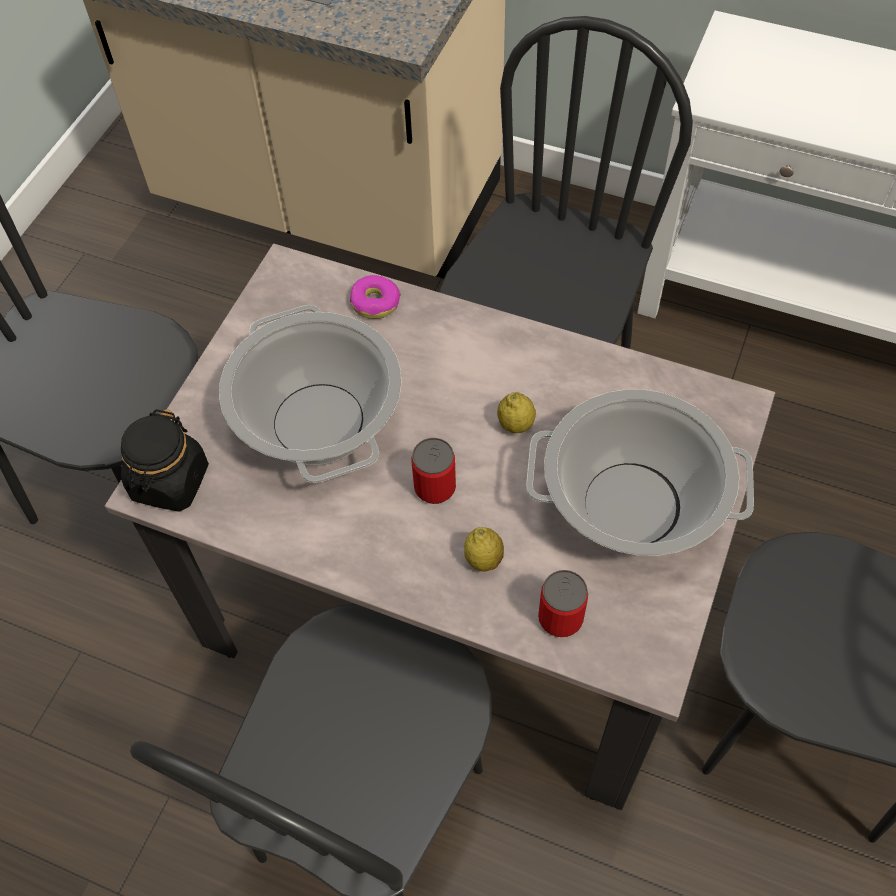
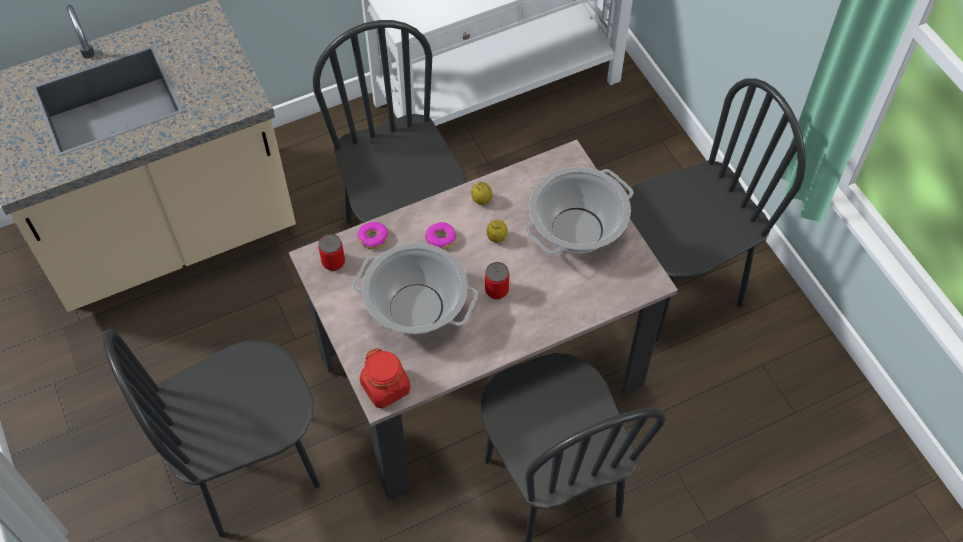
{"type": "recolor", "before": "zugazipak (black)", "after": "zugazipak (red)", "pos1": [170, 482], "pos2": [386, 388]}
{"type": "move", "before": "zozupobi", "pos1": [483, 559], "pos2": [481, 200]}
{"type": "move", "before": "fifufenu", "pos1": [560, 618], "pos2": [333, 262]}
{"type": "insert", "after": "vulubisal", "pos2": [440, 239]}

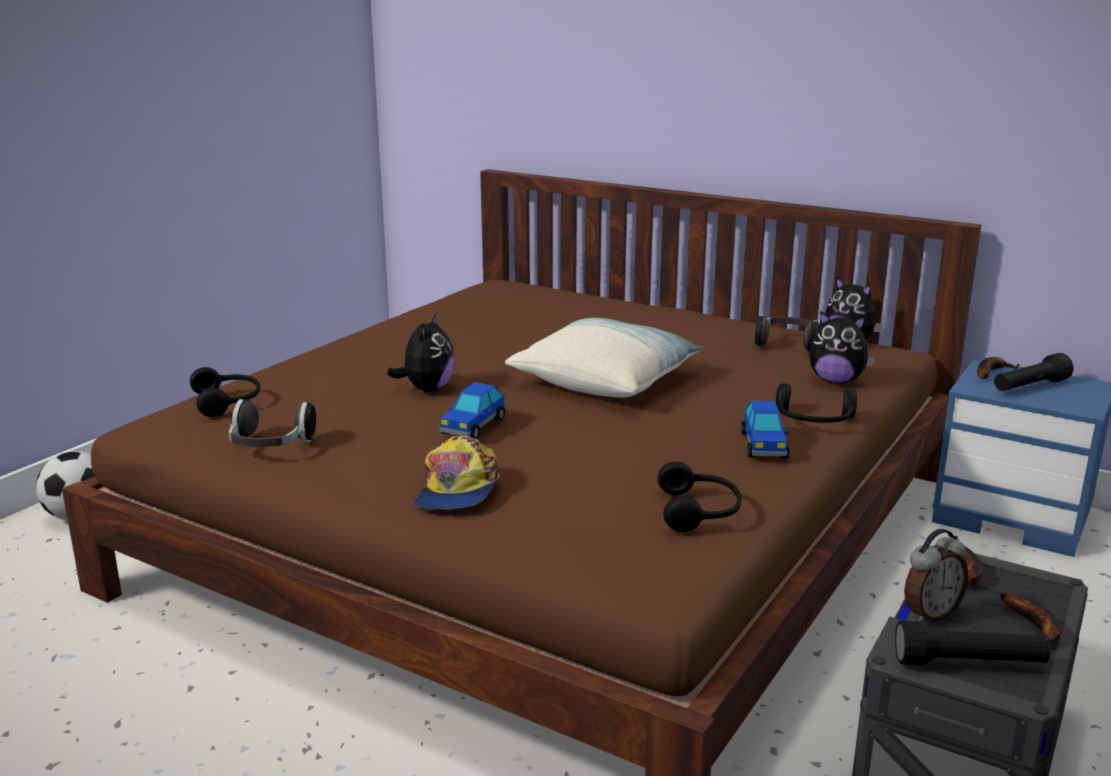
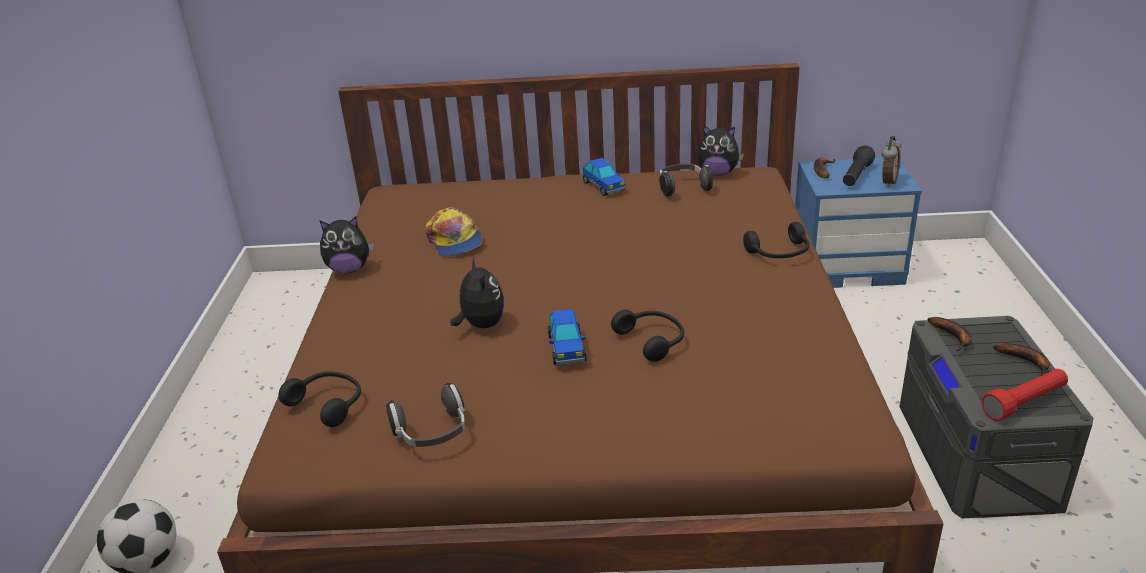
{"type": "move", "before": "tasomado", "pos1": [836, 381], "pos2": [349, 269]}
{"type": "delete", "before": "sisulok", "pos1": [606, 381]}
{"type": "move", "before": "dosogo", "pos1": [763, 446], "pos2": [604, 186]}
{"type": "move", "before": "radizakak", "pos1": [457, 490], "pos2": [454, 241]}
{"type": "move", "before": "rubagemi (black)", "pos1": [700, 511], "pos2": [652, 340]}
{"type": "move", "before": "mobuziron", "pos1": [930, 614], "pos2": [887, 182]}
{"type": "recolor", "before": "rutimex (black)", "after": "rutimex (red)", "pos1": [969, 663], "pos2": [1024, 403]}

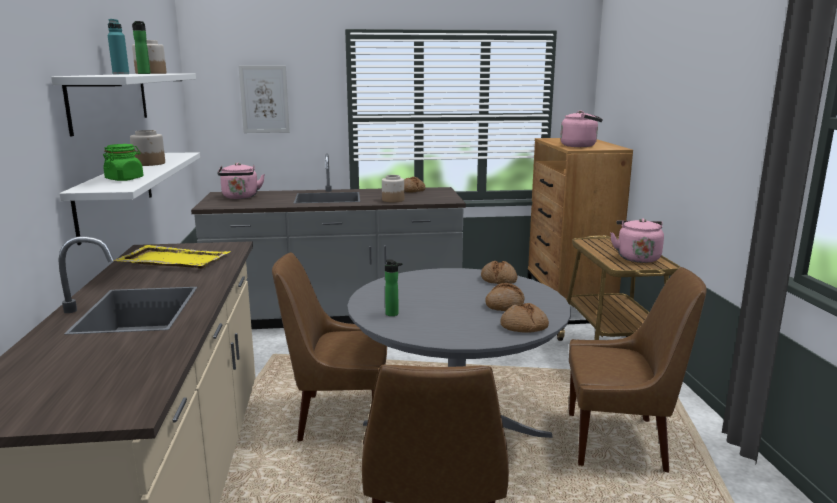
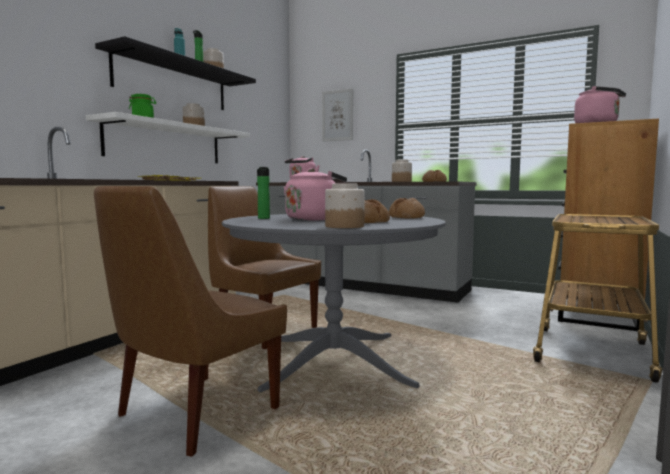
{"type": "recolor", "before": "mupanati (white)", "after": "mupanati (black)", "pos1": [110, 100], "pos2": [173, 83]}
{"type": "move", "before": "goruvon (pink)", "pos1": [637, 257], "pos2": [313, 219]}
{"type": "delete", "before": "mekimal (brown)", "pos1": [620, 442]}
{"type": "replace", "before": "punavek", "after": "zugazipak", "pos1": [524, 327], "pos2": [344, 226]}

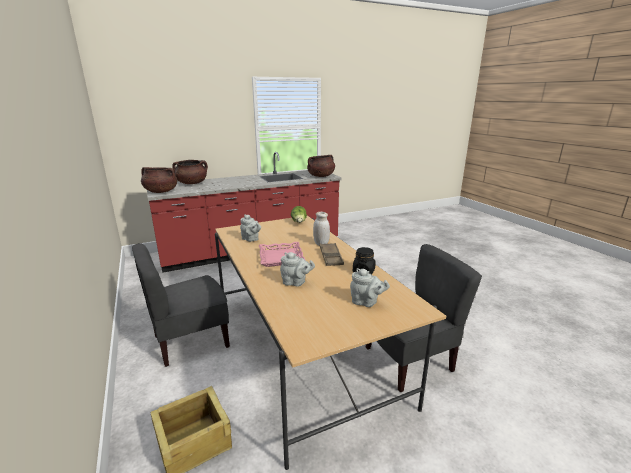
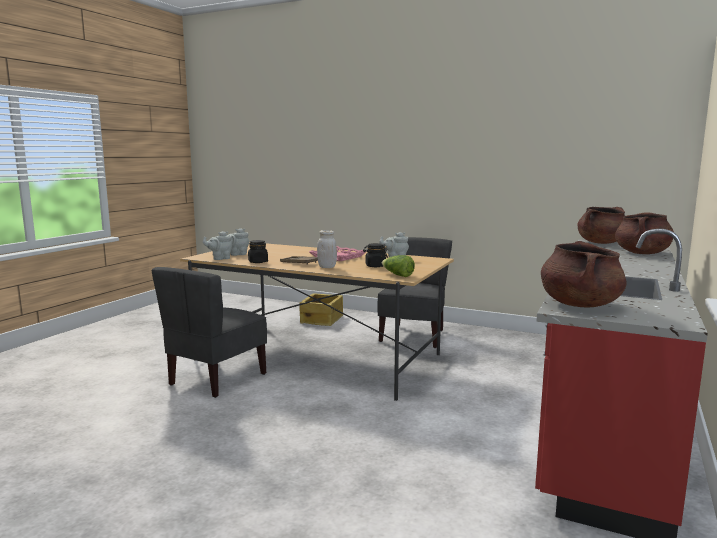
{"type": "move", "before": "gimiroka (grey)", "pos1": [296, 283], "pos2": [220, 258]}
{"type": "insert", "after": "zugazipak (black)", "pos2": [375, 266]}

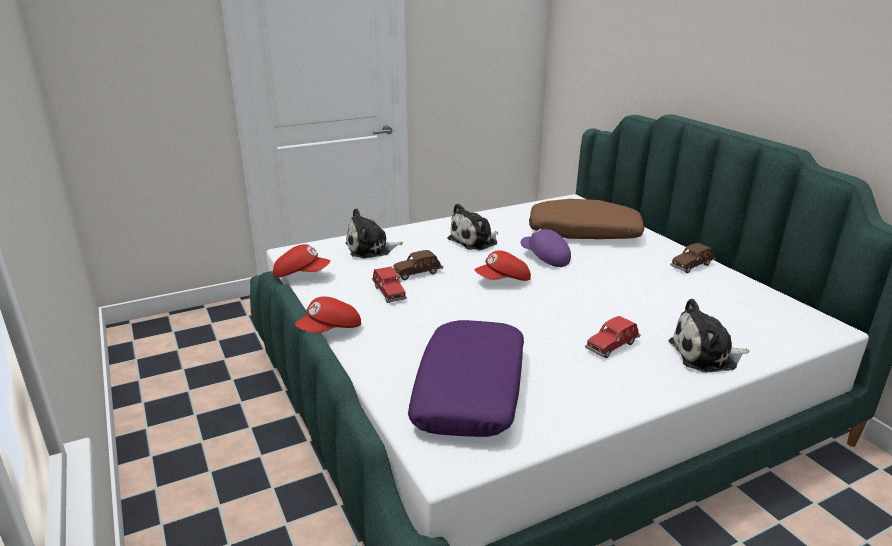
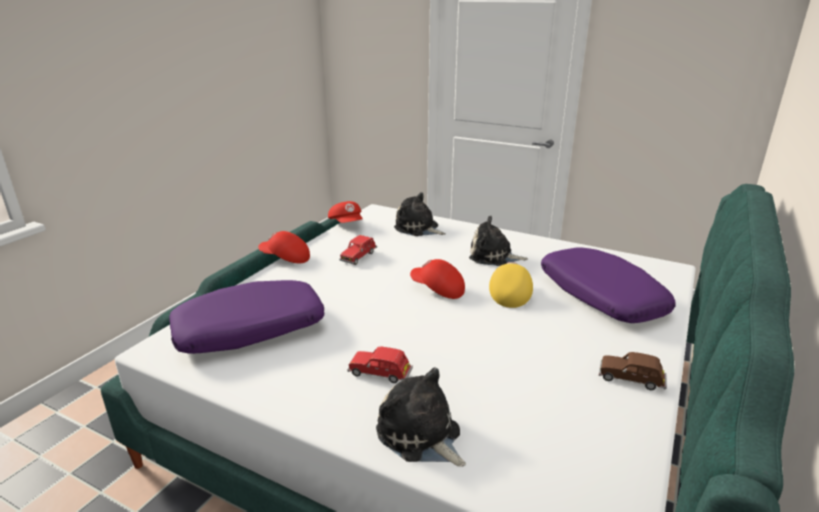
{"type": "recolor", "before": "sisulok (brown)", "after": "sisulok (purple)", "pos1": [583, 233], "pos2": [600, 296]}
{"type": "recolor", "before": "radizakak (purple)", "after": "radizakak (yellow)", "pos1": [544, 258], "pos2": [509, 294]}
{"type": "delete", "before": "dosogo (brown)", "pos1": [418, 273]}

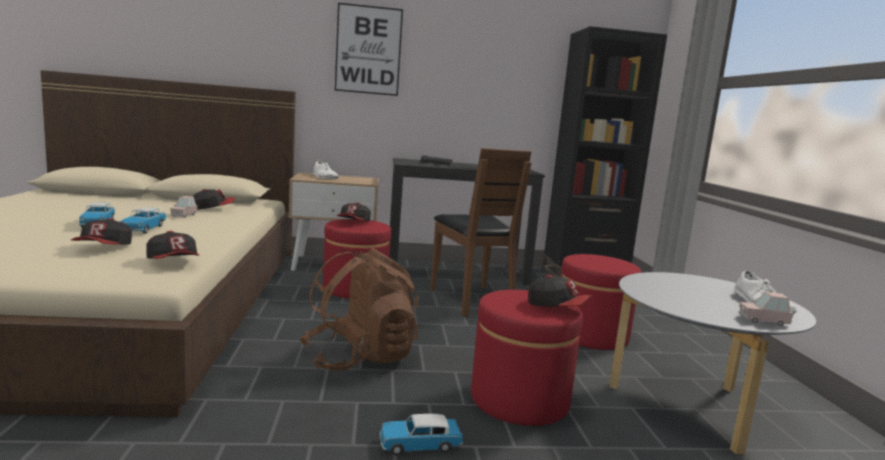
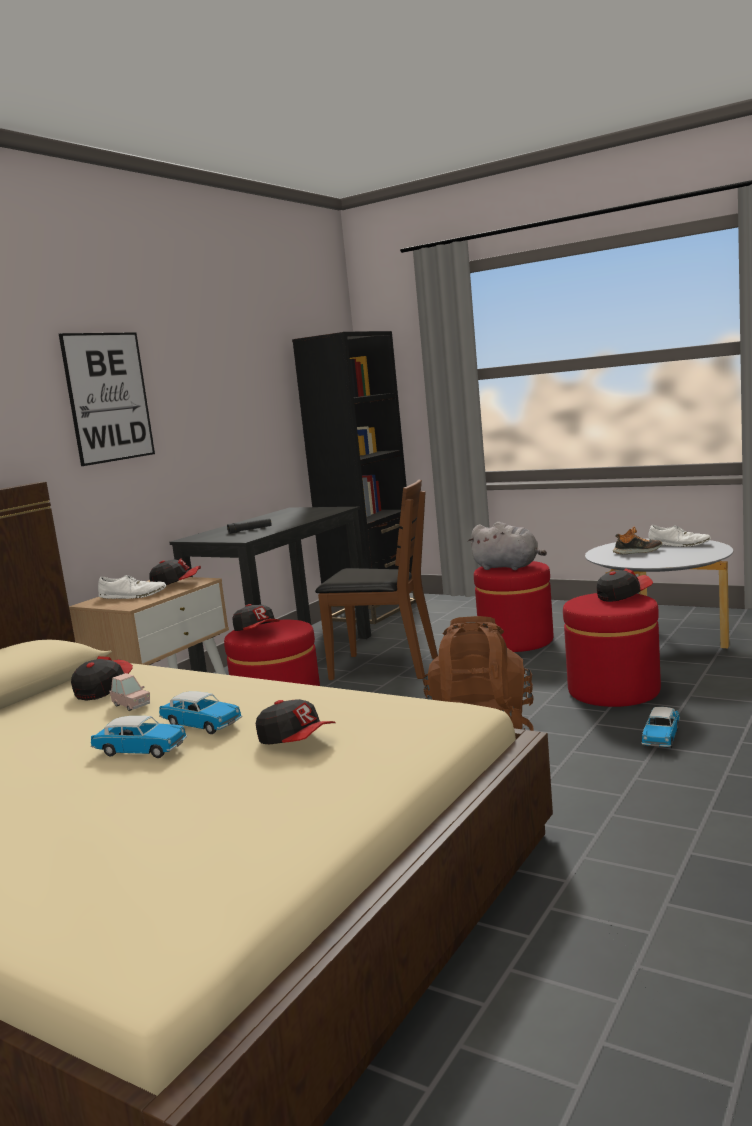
{"type": "move", "before": "radizakak", "pos1": [174, 262], "pos2": [176, 584]}
{"type": "delete", "before": "dosogo (pink)", "pos1": [763, 321]}
{"type": "insert", "after": "tasomado (grey)", "pos2": [508, 567]}
{"type": "insert", "after": "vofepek", "pos2": [638, 552]}

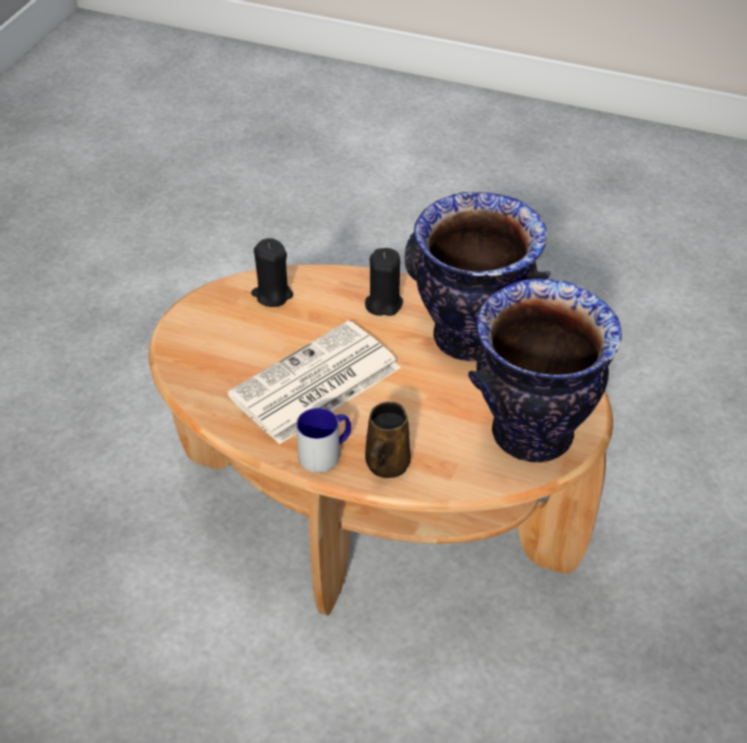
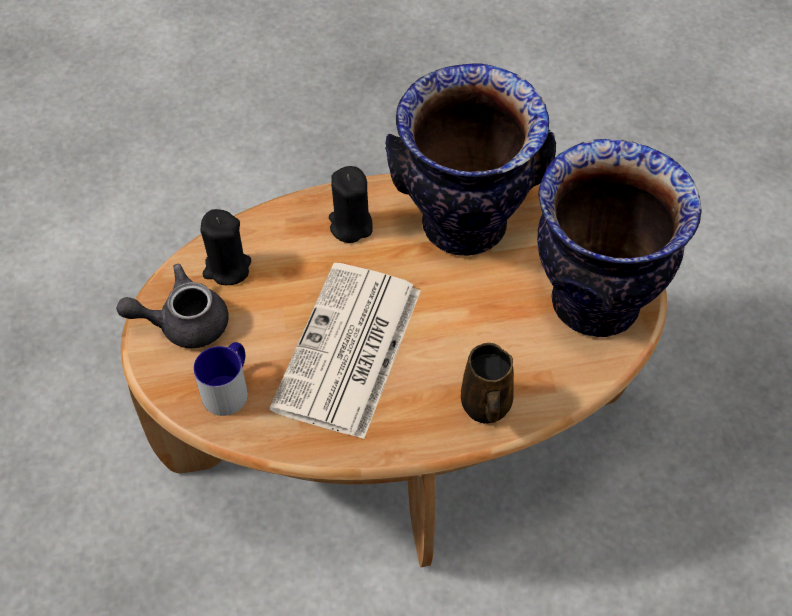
{"type": "move", "before": "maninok", "pos1": [326, 453], "pos2": [229, 388]}
{"type": "insert", "after": "gimiroka (grey)", "pos2": [183, 323]}

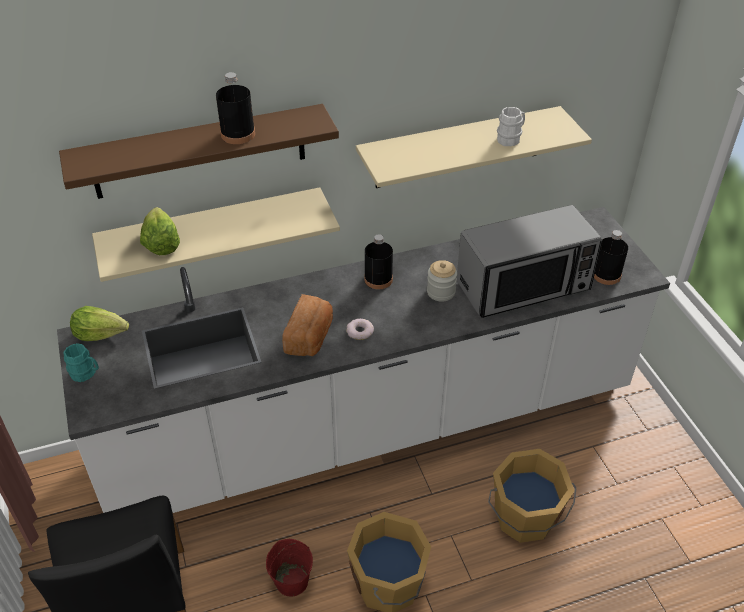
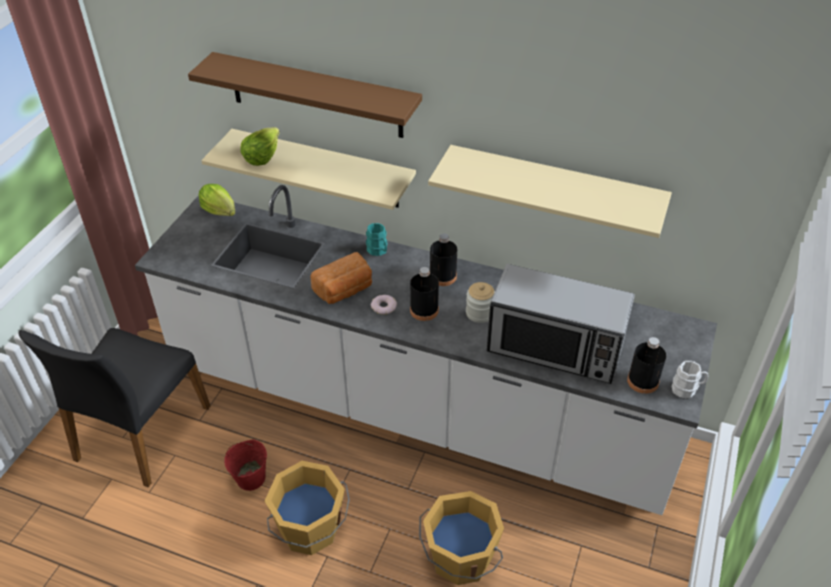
{"type": "move", "before": "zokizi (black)", "pos1": [238, 134], "pos2": [424, 310]}
{"type": "move", "before": "maninok (white)", "pos1": [511, 138], "pos2": [687, 389]}
{"type": "move", "before": "maninok (turquoise)", "pos1": [86, 373], "pos2": [378, 251]}

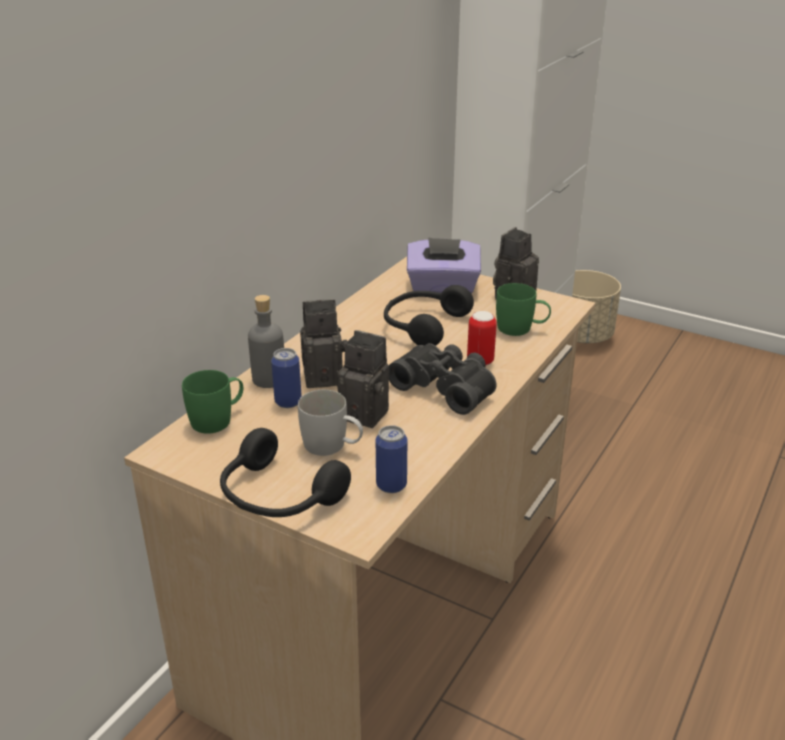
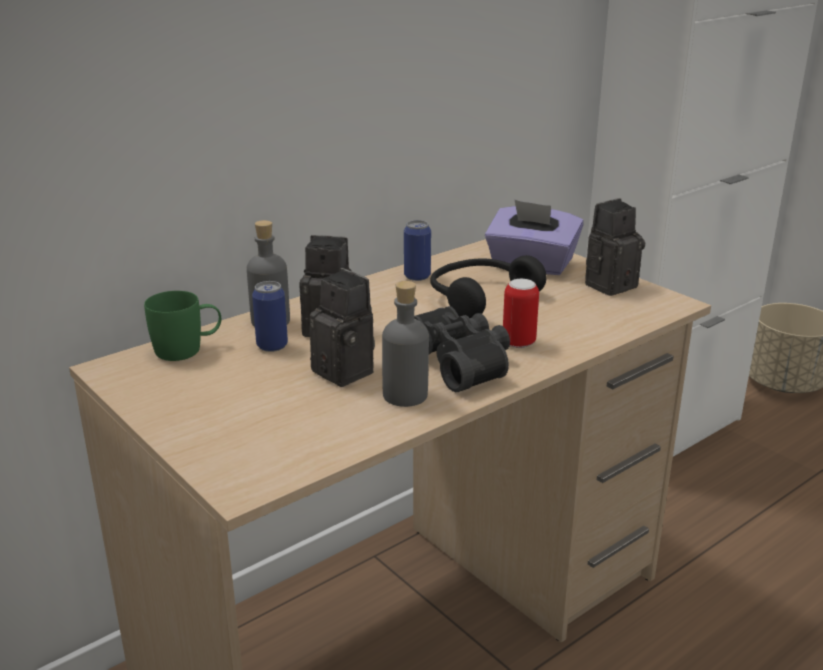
{"type": "delete", "before": "maninok (green)", "pos1": [521, 329]}
{"type": "delete", "before": "maninok (white)", "pos1": [332, 446]}
{"type": "move", "before": "fifufenu", "pos1": [391, 485], "pos2": [417, 276]}
{"type": "delete", "before": "rubagemi (black)", "pos1": [277, 497]}
{"type": "insert", "after": "zokizi (grey)", "pos2": [405, 395]}

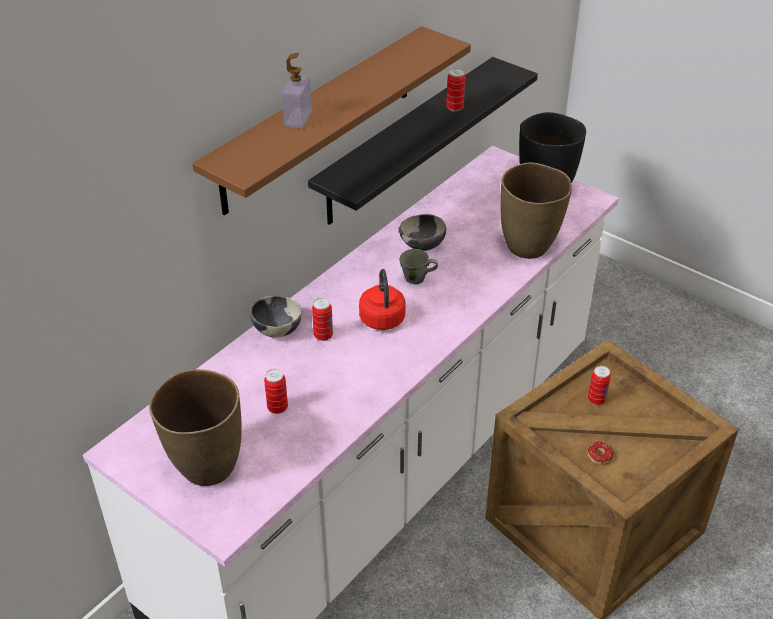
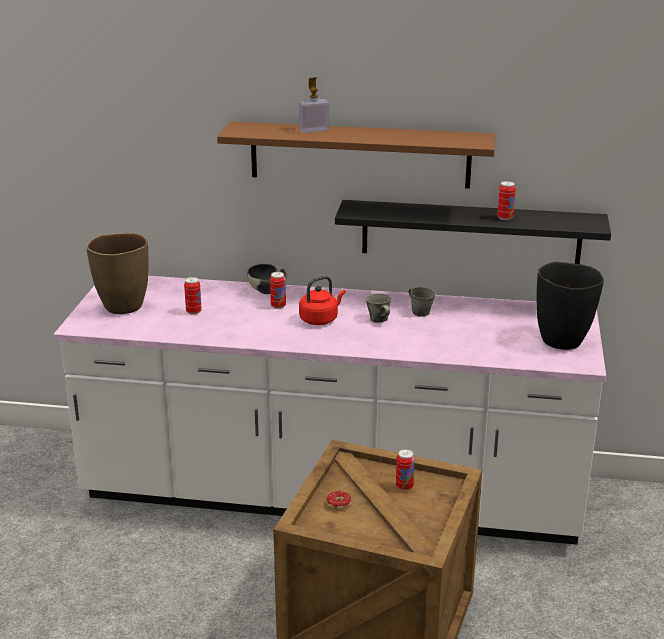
{"type": "delete", "before": "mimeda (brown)", "pos1": [529, 246]}
{"type": "replace", "before": "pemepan", "after": "maninok (grey)", "pos1": [422, 246], "pos2": [420, 312]}

